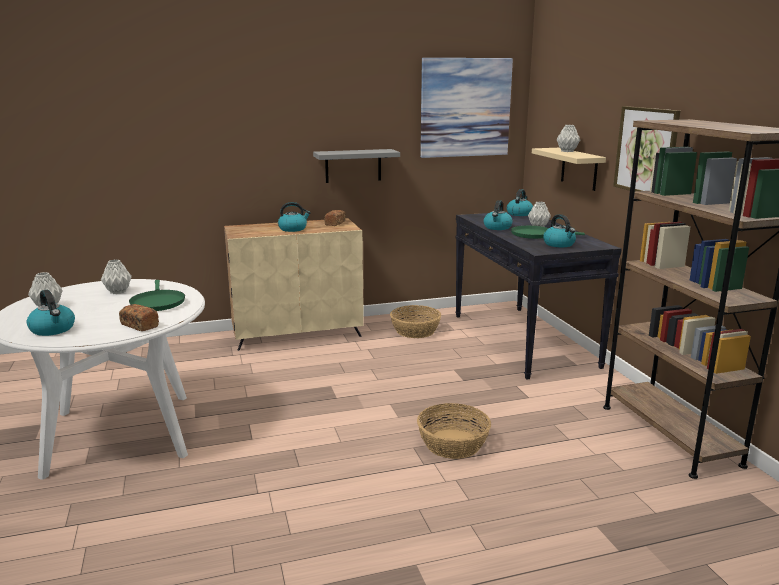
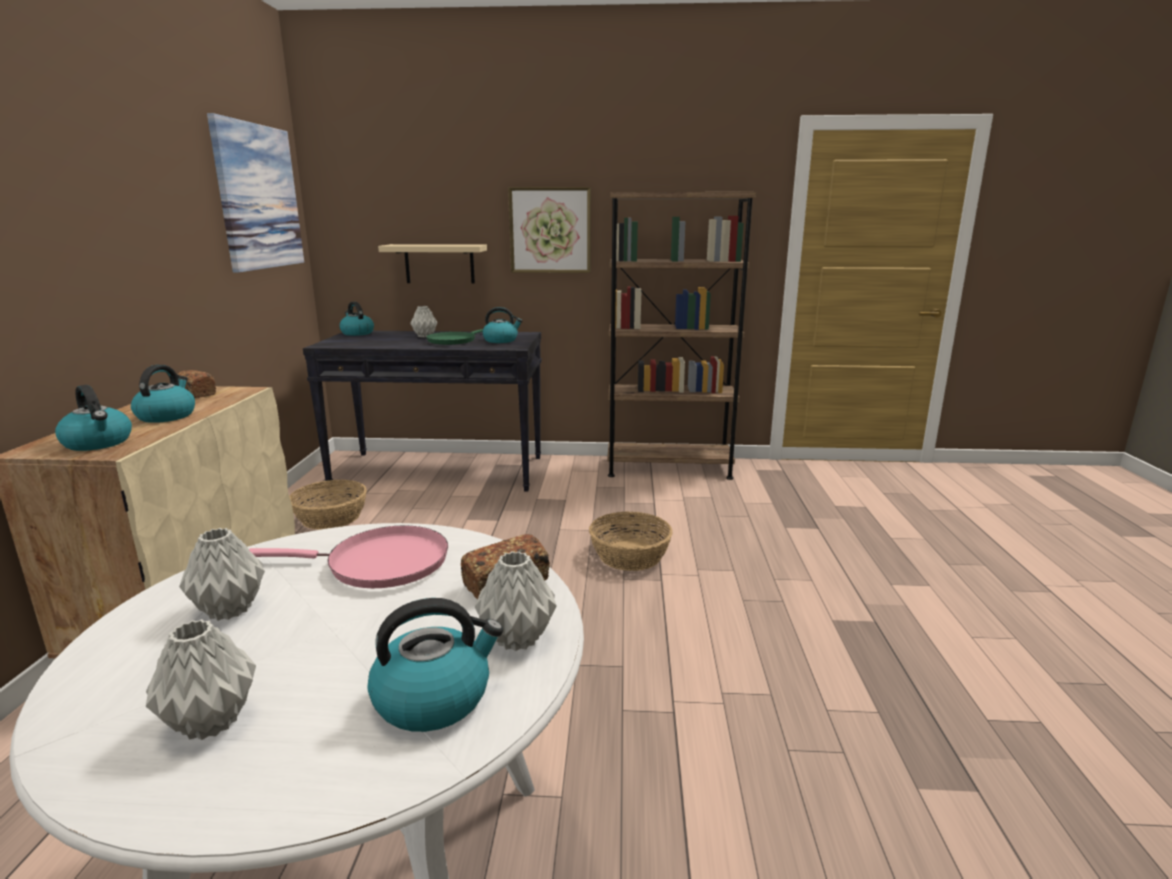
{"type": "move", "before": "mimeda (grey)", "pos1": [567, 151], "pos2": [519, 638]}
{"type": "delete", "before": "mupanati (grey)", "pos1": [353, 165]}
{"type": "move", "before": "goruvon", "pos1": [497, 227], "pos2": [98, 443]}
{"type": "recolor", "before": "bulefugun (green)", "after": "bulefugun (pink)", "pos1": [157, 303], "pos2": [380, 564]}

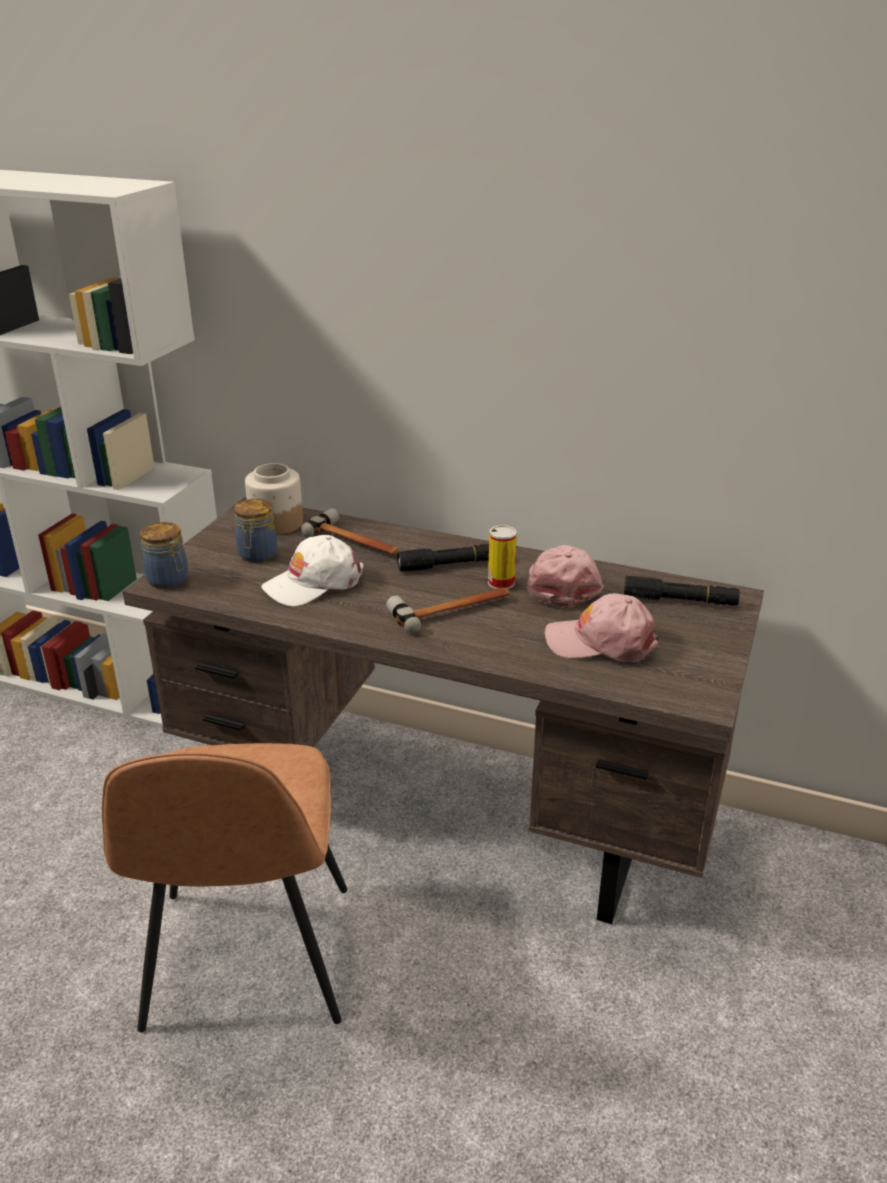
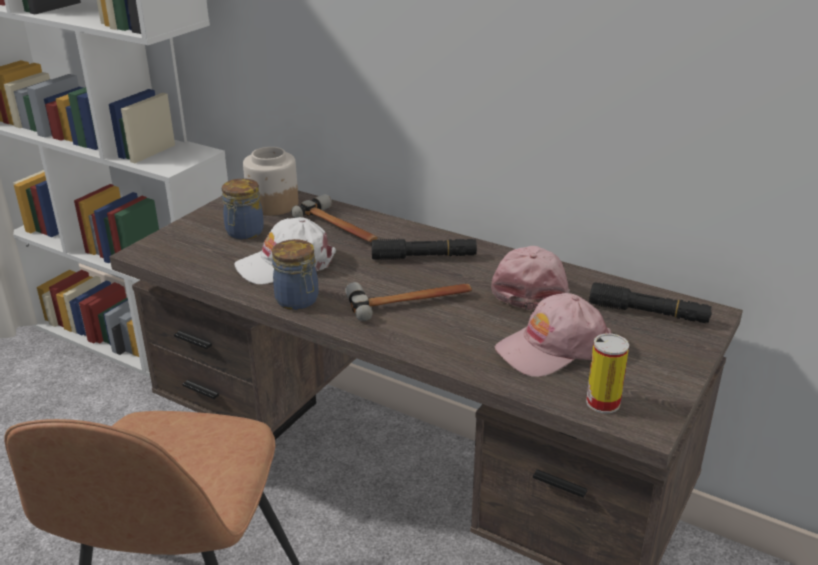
{"type": "move", "before": "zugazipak", "pos1": [169, 580], "pos2": [298, 301]}
{"type": "move", "before": "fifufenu", "pos1": [501, 583], "pos2": [603, 403]}
{"type": "rotate", "before": "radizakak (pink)", "pos1": [601, 642], "pos2": [552, 348], "turn": -45}

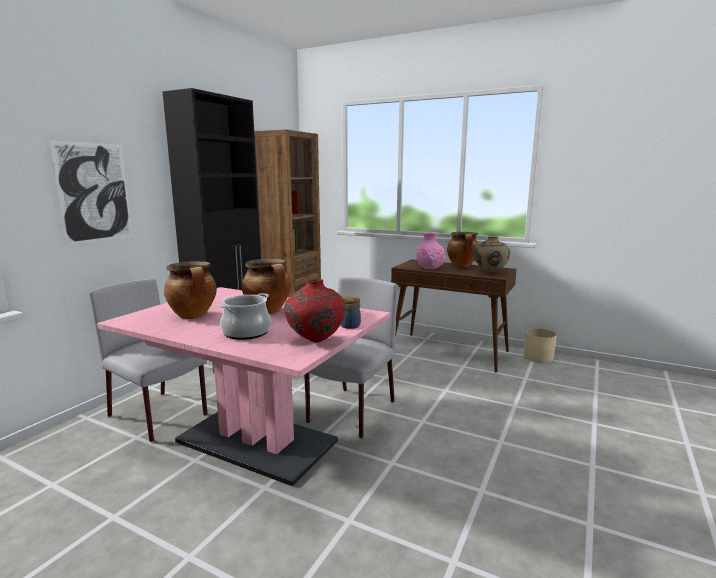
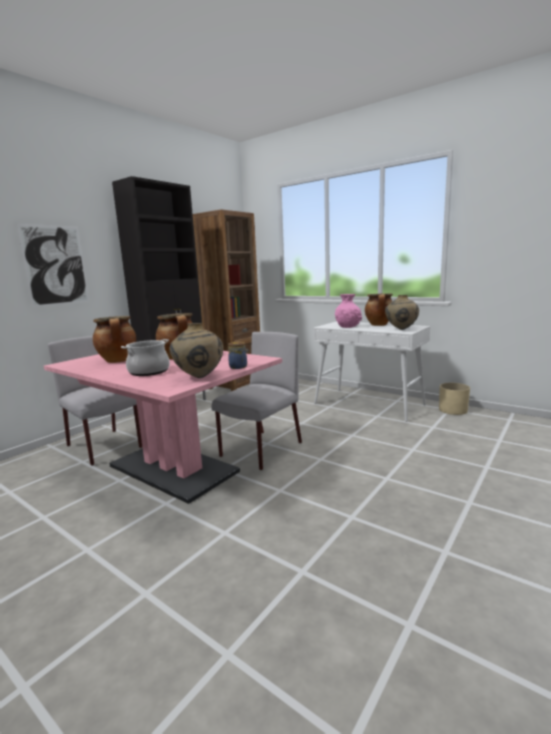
{"type": "recolor", "before": "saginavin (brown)", "after": "saginavin (white)", "pos1": [450, 352], "pos2": [369, 404]}
{"type": "recolor", "before": "mimeda (red)", "after": "mimeda (beige)", "pos1": [315, 341], "pos2": [199, 377]}

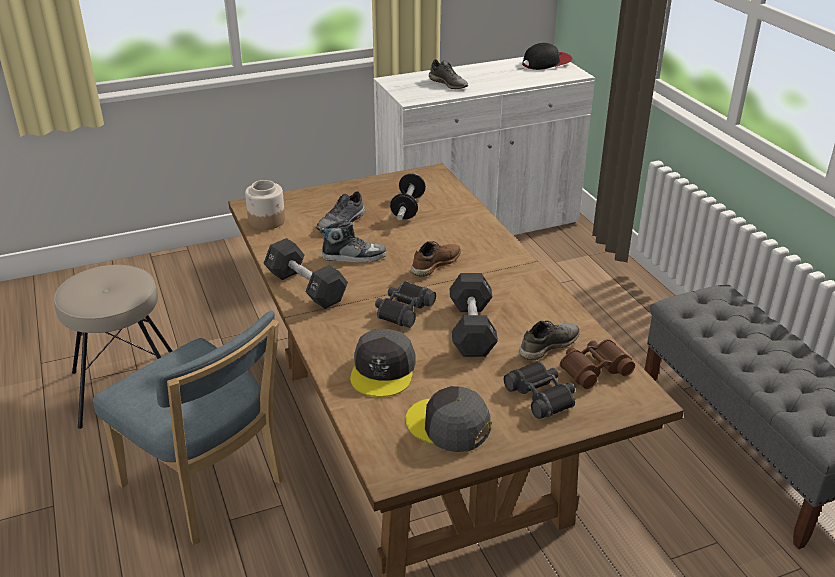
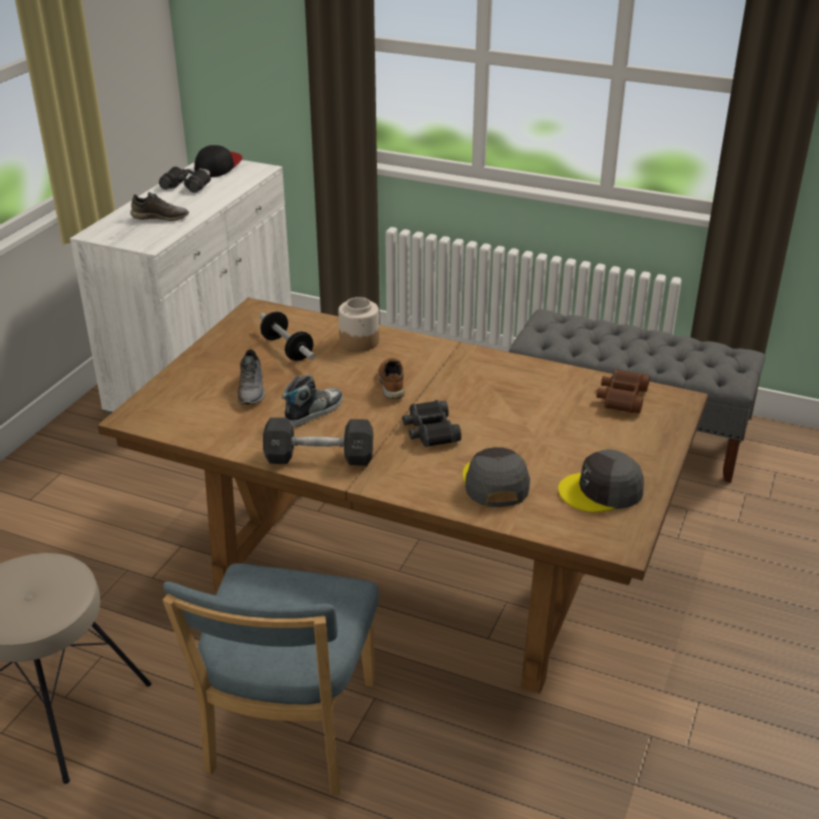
{"type": "move", "before": "zugazipak", "pos1": [267, 221], "pos2": [359, 341]}
{"type": "delete", "before": "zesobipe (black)", "pos1": [472, 328]}
{"type": "rotate", "before": "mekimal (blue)", "pos1": [207, 487], "pos2": [288, 734], "turn": 105}
{"type": "delete", "before": "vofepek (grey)", "pos1": [548, 345]}
{"type": "rotate", "before": "radizakak (grey)", "pos1": [383, 370], "pos2": [494, 482], "turn": -150}
{"type": "move", "before": "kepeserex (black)", "pos1": [541, 396], "pos2": [186, 185]}

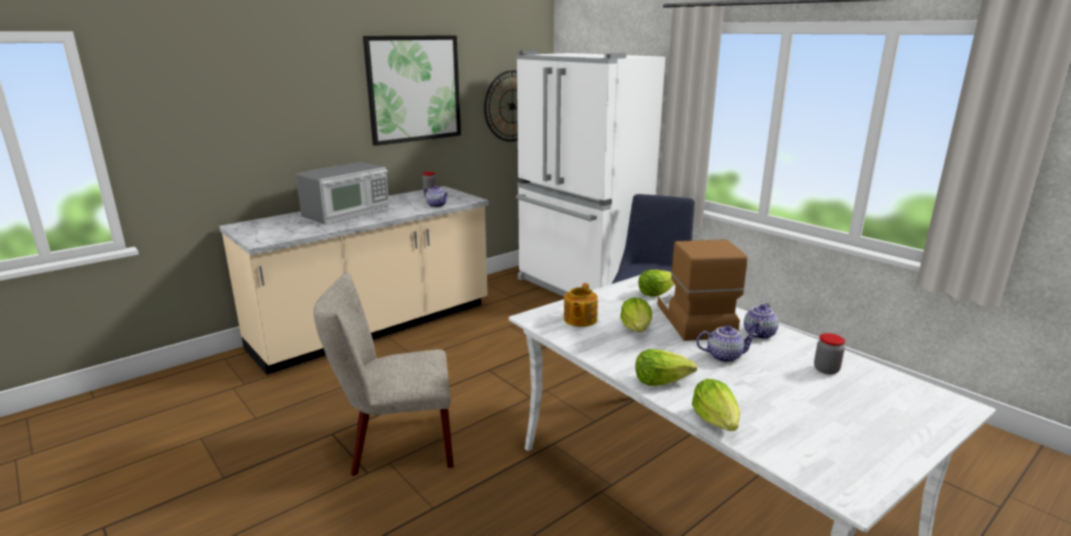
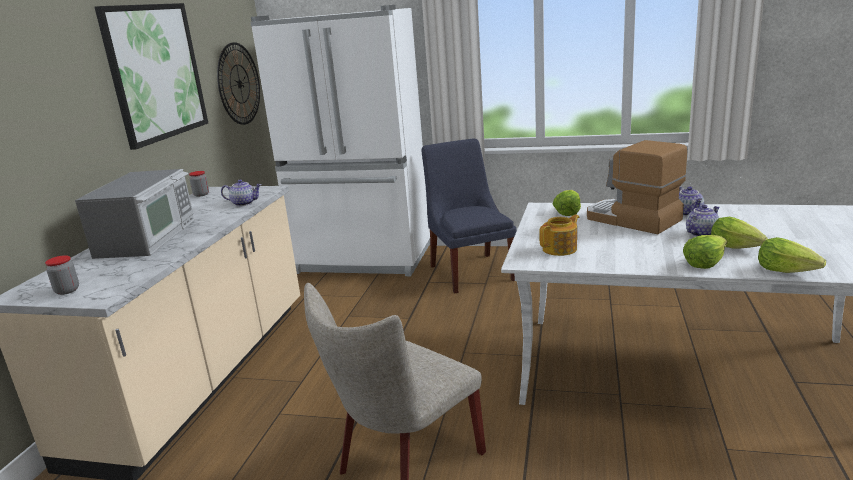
{"type": "rotate", "before": "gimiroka", "pos1": [579, 320], "pos2": [560, 249], "turn": -105}
{"type": "move", "before": "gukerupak", "pos1": [636, 329], "pos2": [736, 247]}
{"type": "move", "before": "zugazipak", "pos1": [826, 370], "pos2": [67, 290]}

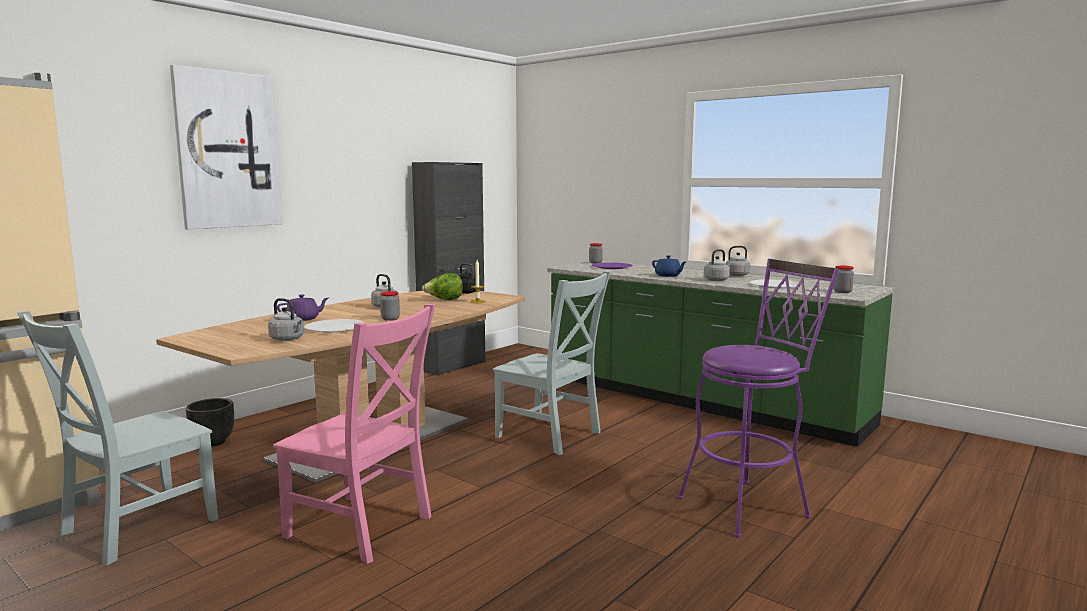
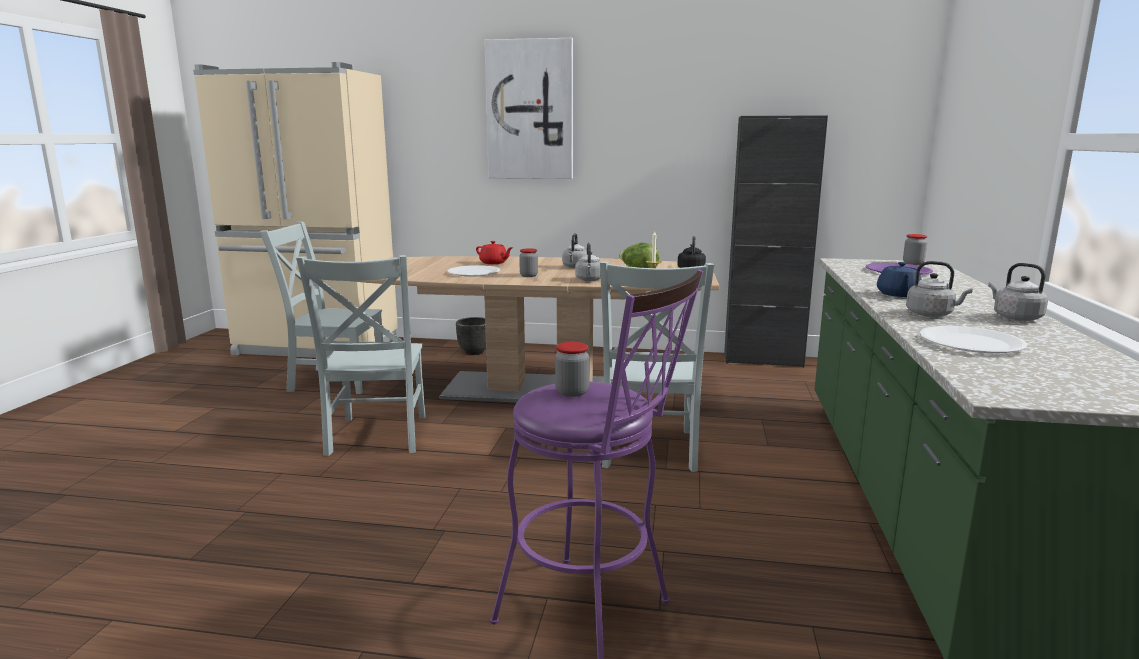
{"type": "move", "before": "zugazipak", "pos1": [842, 292], "pos2": [572, 392]}
{"type": "recolor", "before": "gimiroka (purple)", "after": "gimiroka (red)", "pos1": [303, 319], "pos2": [494, 263]}
{"type": "move", "before": "goruvon (grey)", "pos1": [288, 339], "pos2": [589, 280]}
{"type": "recolor", "before": "mekimal (pink)", "after": "mekimal (grey)", "pos1": [363, 529], "pos2": [376, 437]}

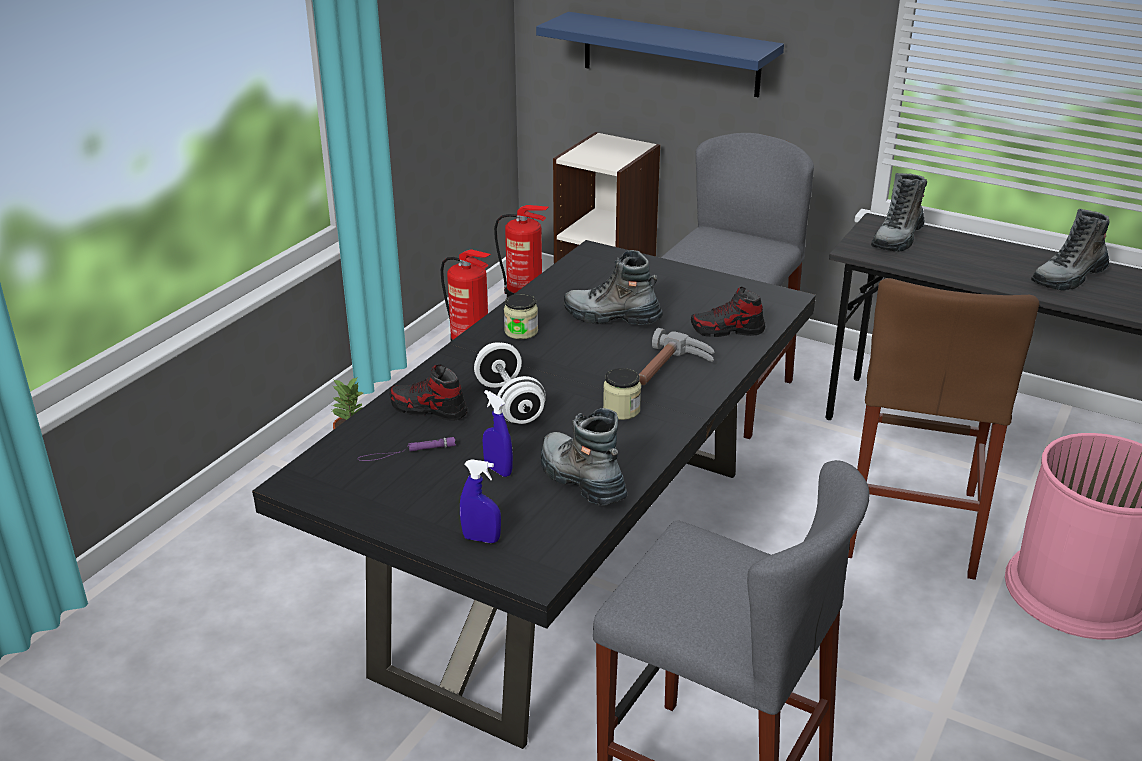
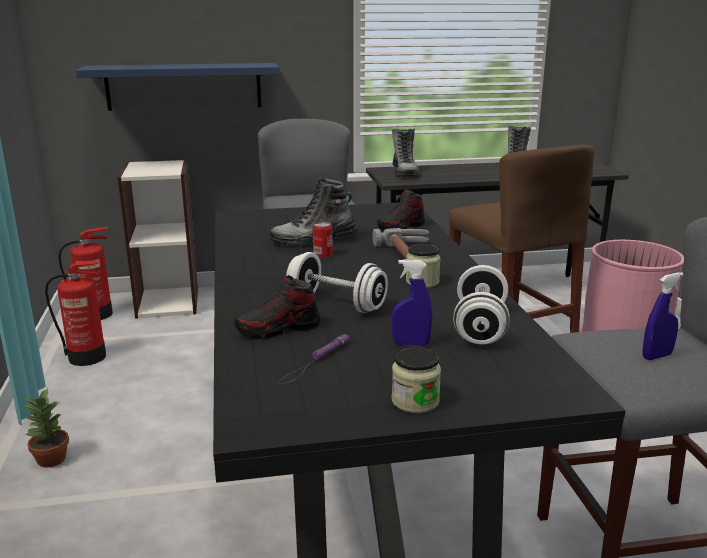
{"type": "move", "before": "zugazipak", "pos1": [521, 331], "pos2": [415, 401]}
{"type": "replace", "before": "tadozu", "after": "zesobipe (white)", "pos1": [581, 480], "pos2": [480, 327]}
{"type": "move", "before": "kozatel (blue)", "pos1": [481, 539], "pos2": [657, 356]}
{"type": "insert", "after": "fifufenu", "pos2": [322, 255]}

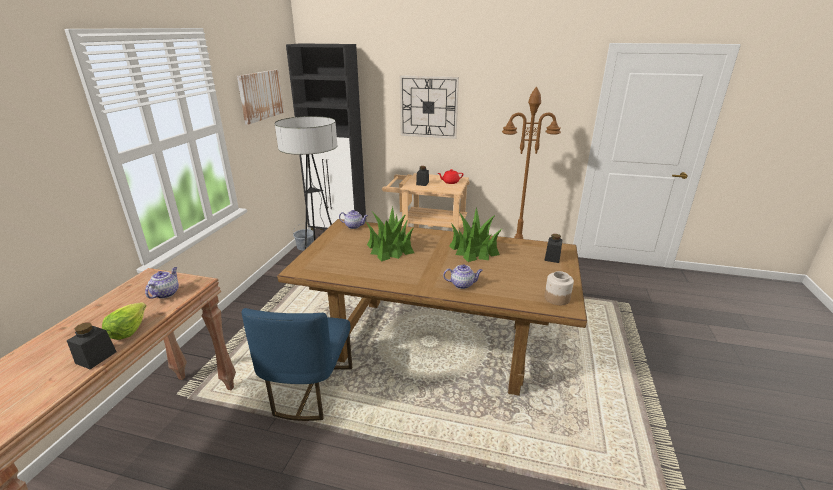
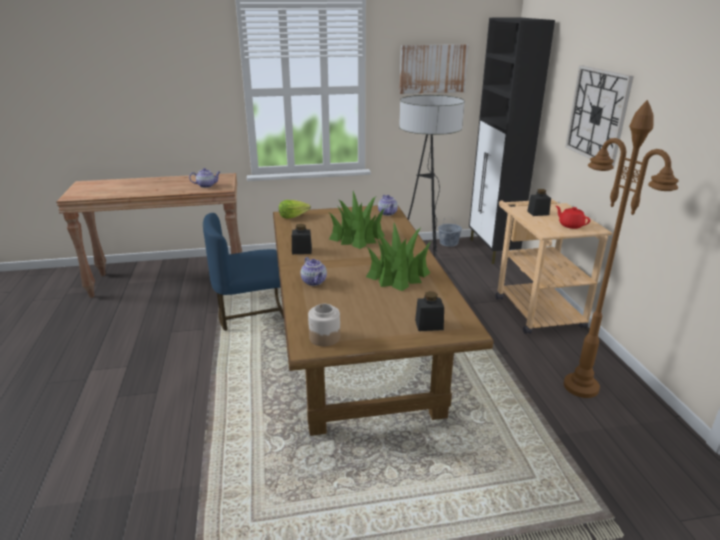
{"type": "move", "before": "gukerupak", "pos1": [128, 330], "pos2": [293, 216]}
{"type": "move", "before": "zugazipak (black)", "pos1": [96, 357], "pos2": [302, 250]}

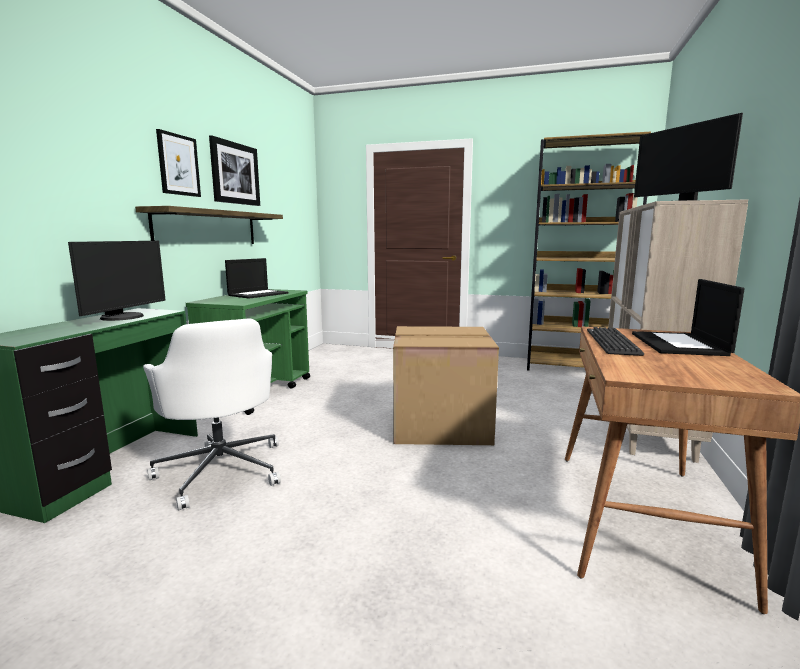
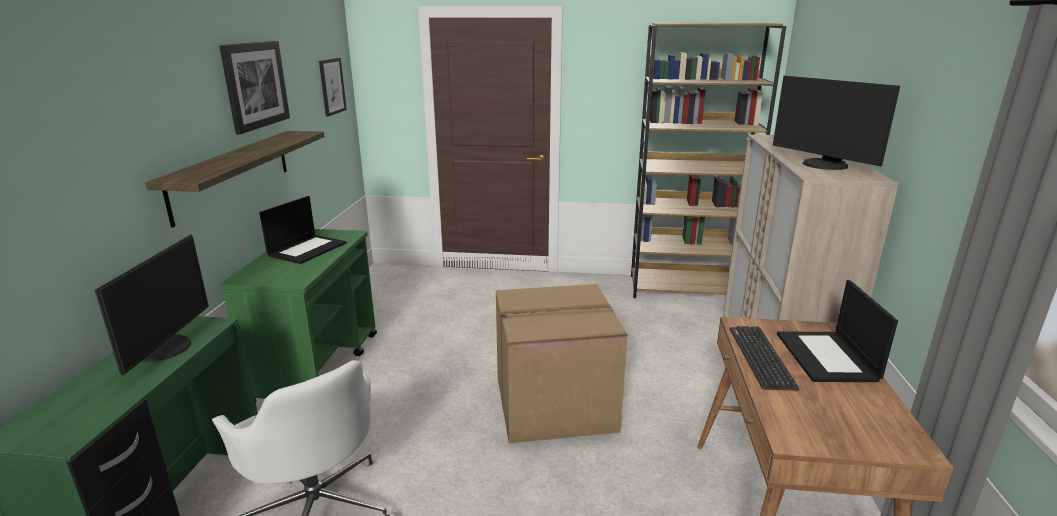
{"type": "move", "before": "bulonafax", "pos1": [178, 165], "pos2": [332, 86]}

